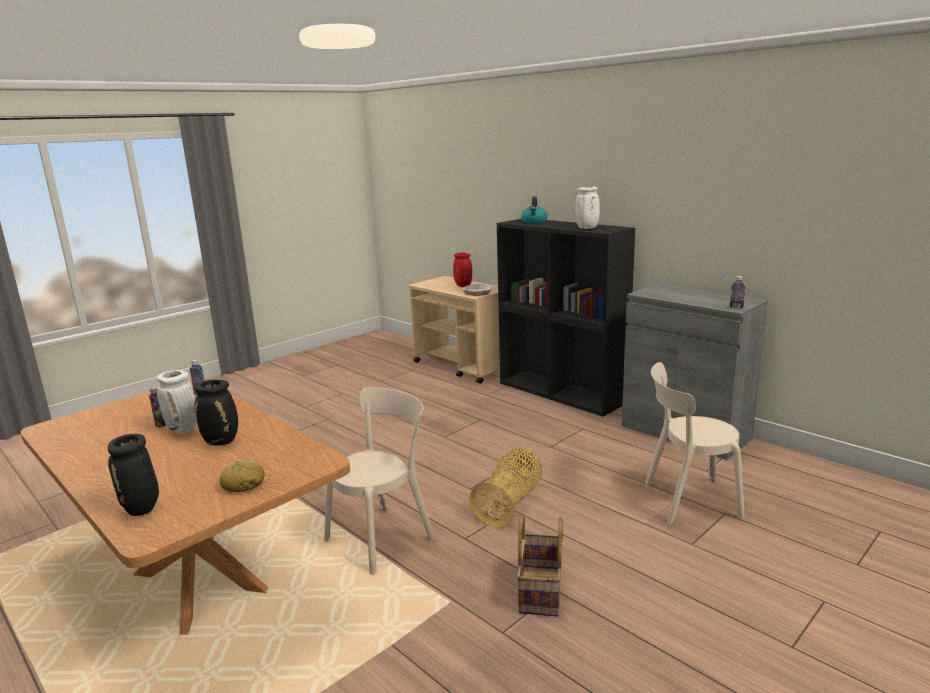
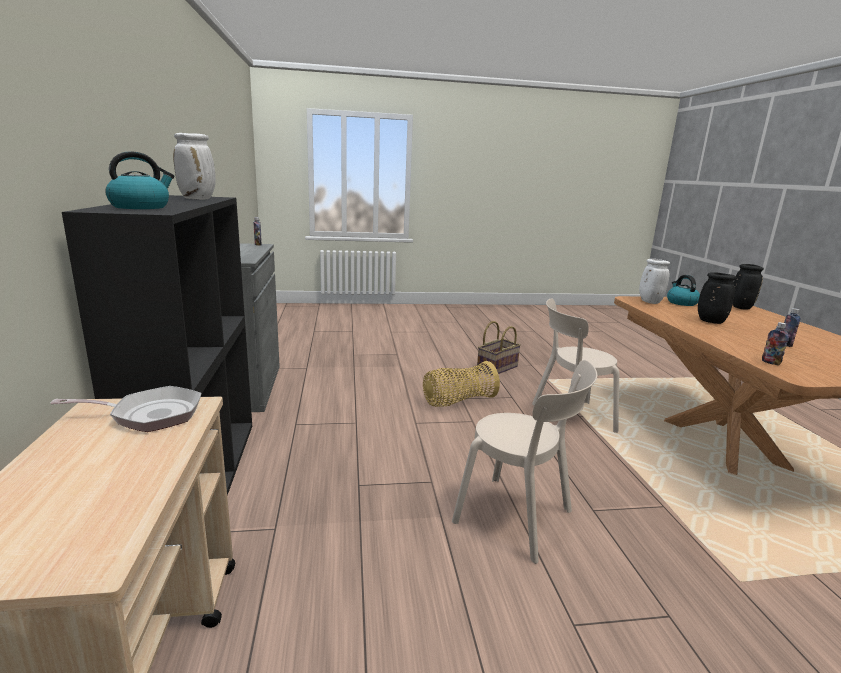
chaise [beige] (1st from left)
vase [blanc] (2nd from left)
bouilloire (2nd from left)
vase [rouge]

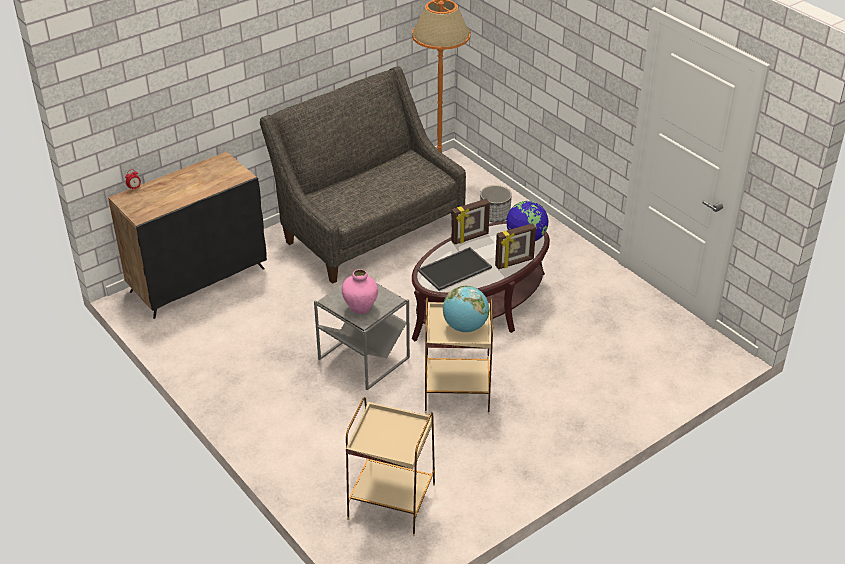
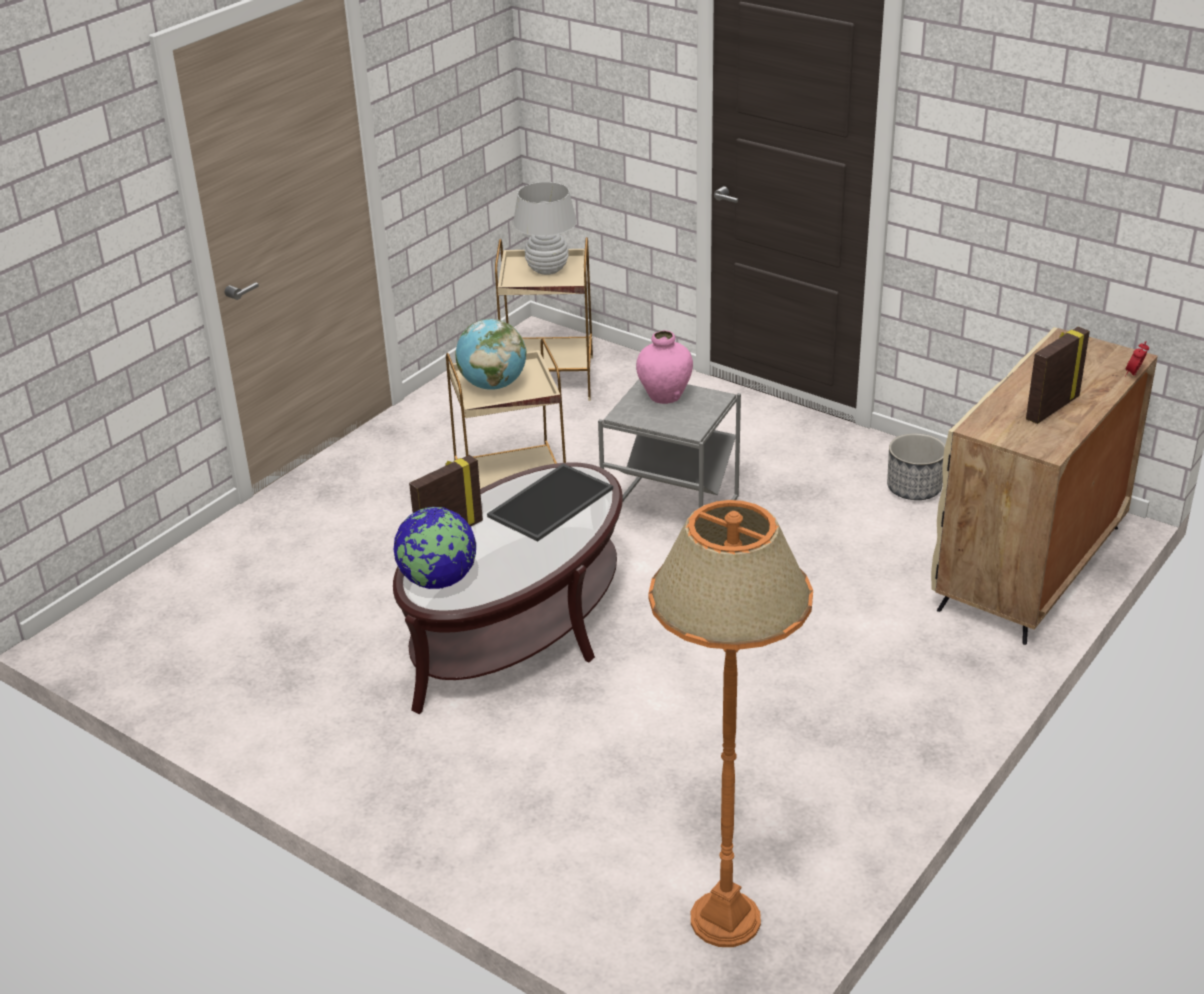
lampe de table [blanc]
cache-pot
meuble de rangement [beige]
cadre photo (2nd from left)
canapé [gris]

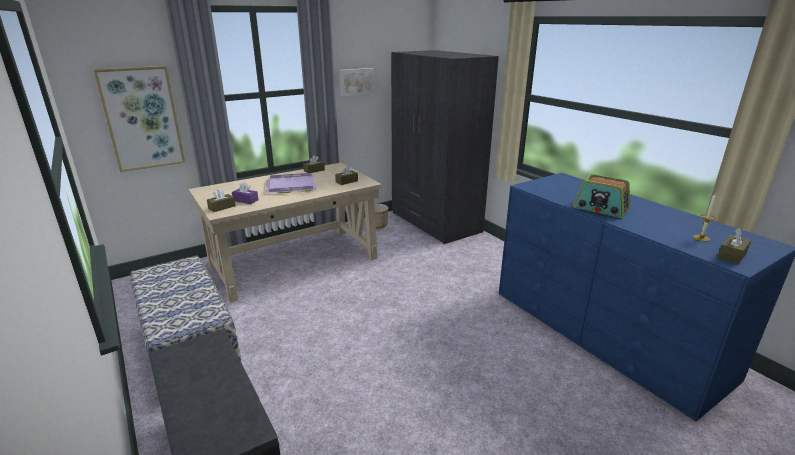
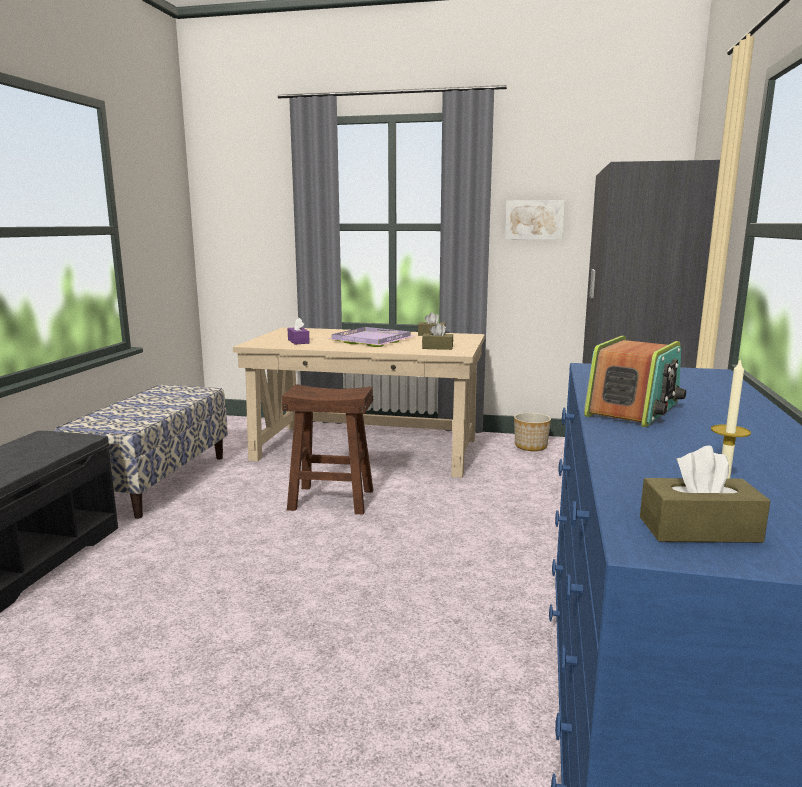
tabouret [marron]
radio
tableau (1st from left in the first image)
boîte à mouchoirs [marron] (1st from left in the first image)

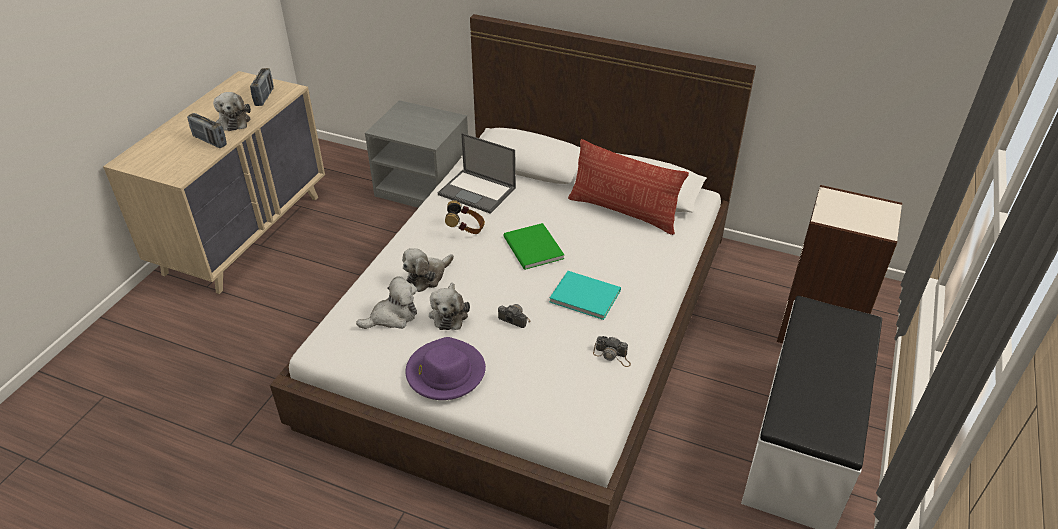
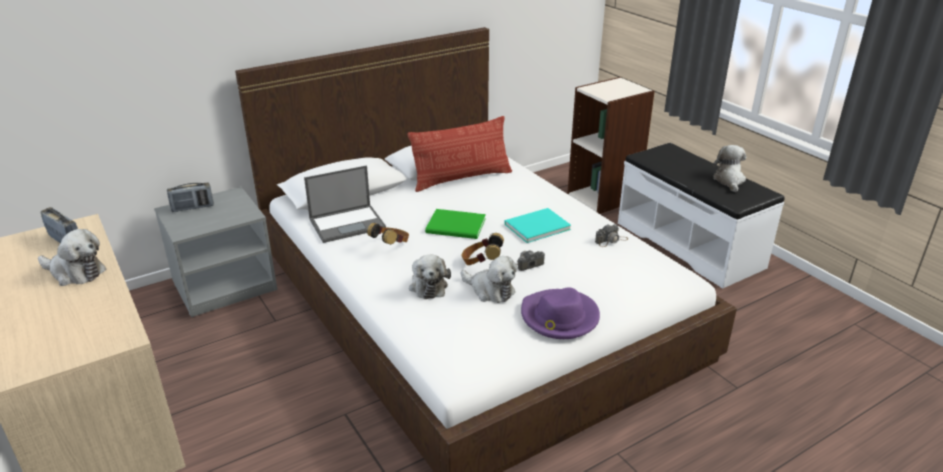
radio (2nd from left)
casque audio (2nd from left)
peluche (4th from left)

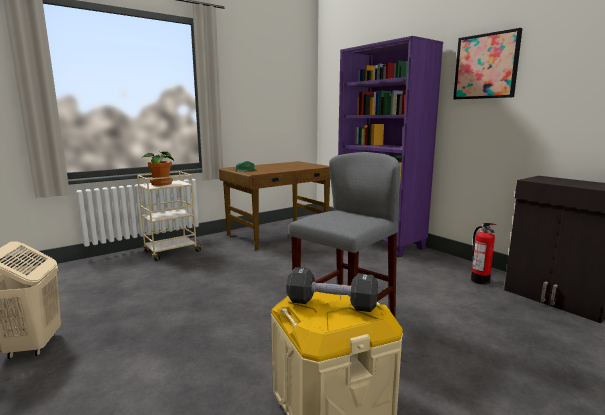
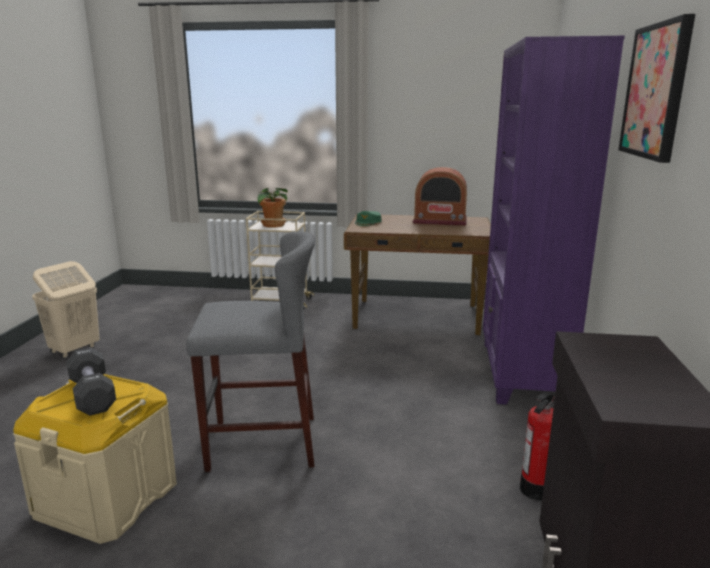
radio

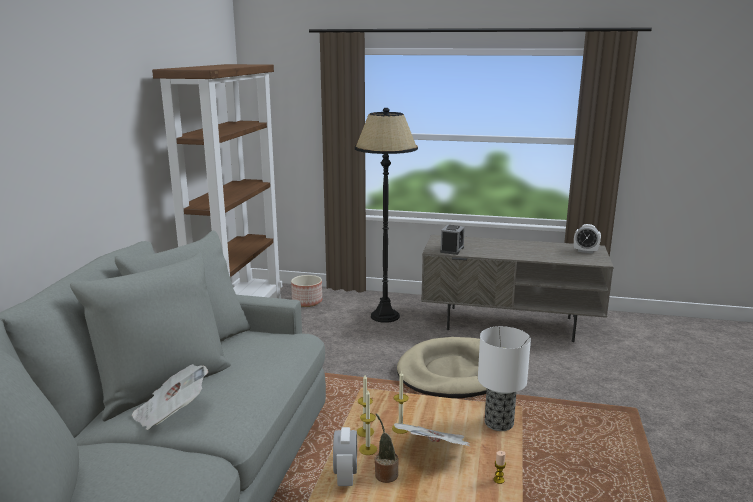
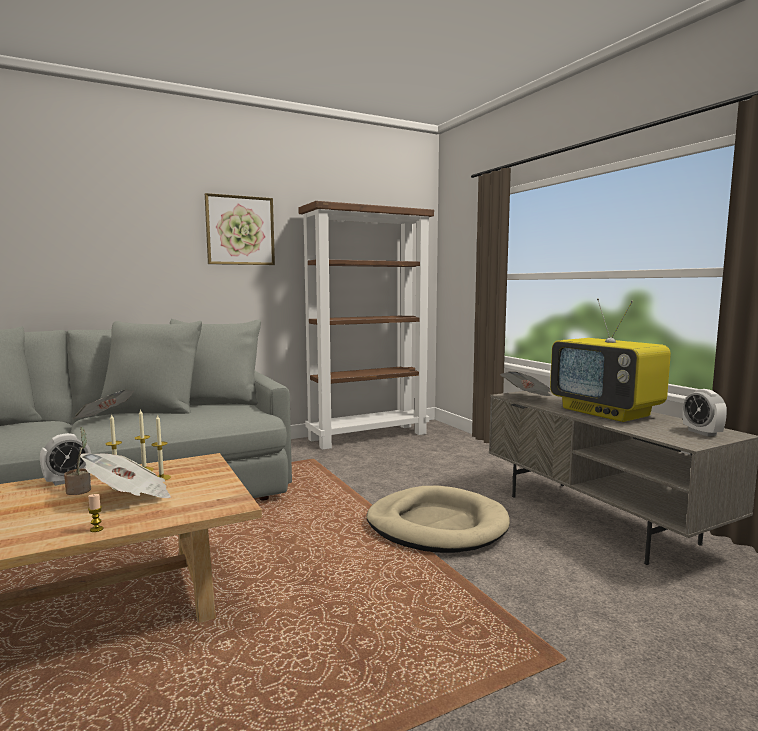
tableau
journal (3rd from left)
téléviseur
cache-pot
lampadaire [noir]
lampe de table

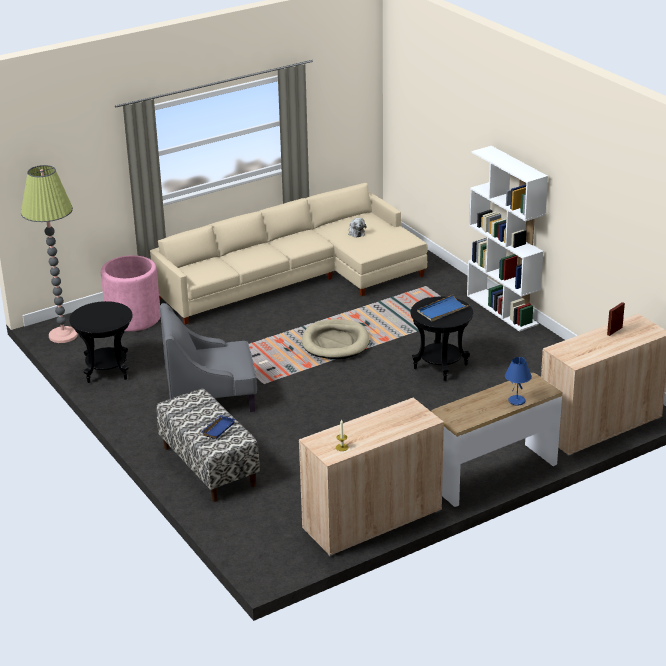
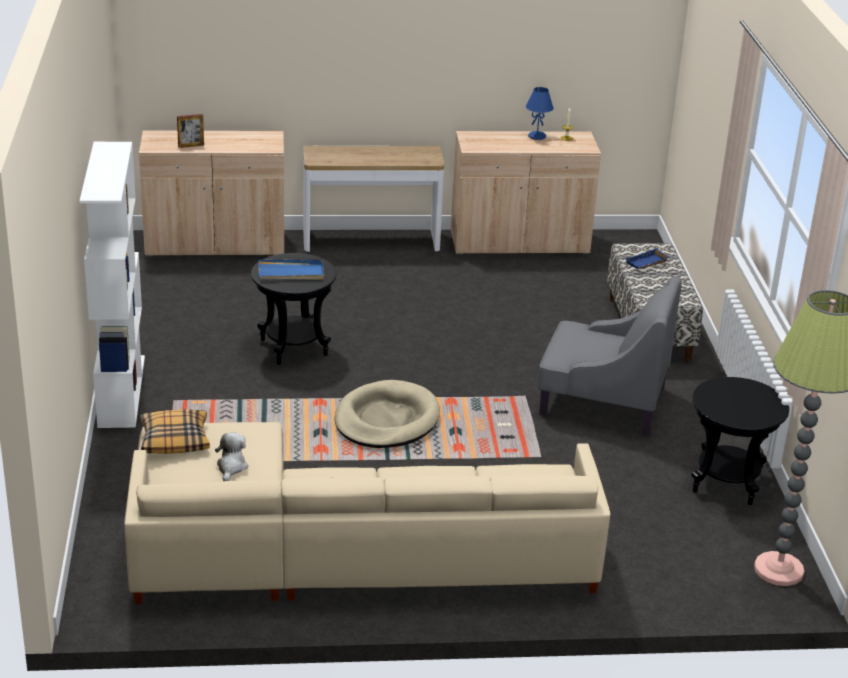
coussin
lampe de table [bleu]
cache-pot [rose]

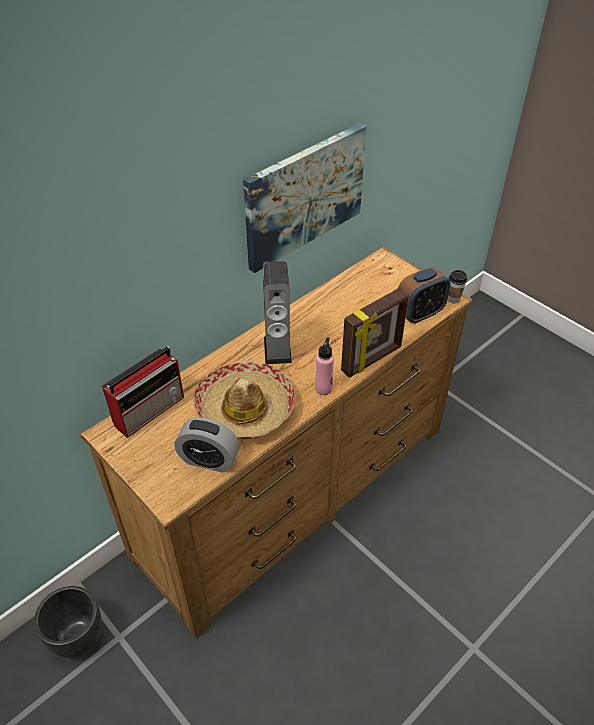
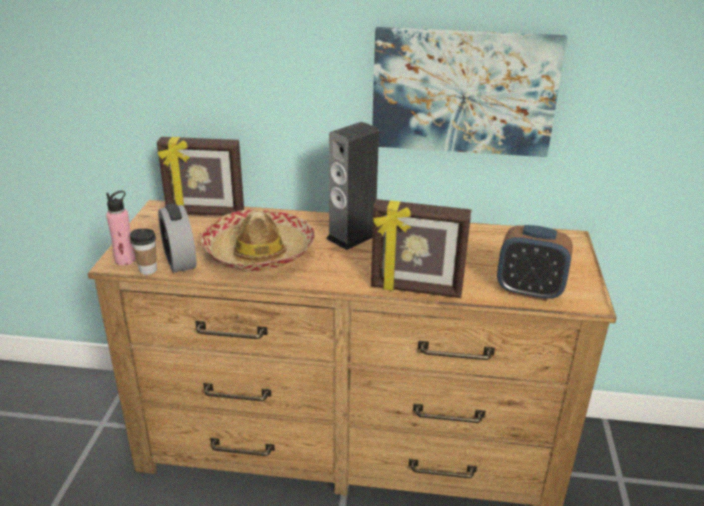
bouteille [rose]
tasse
cadre photo (1st from left)
cache-pot [noir]

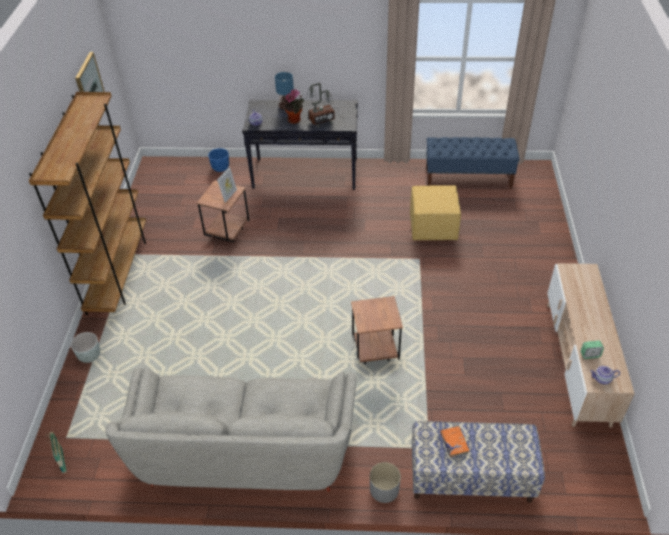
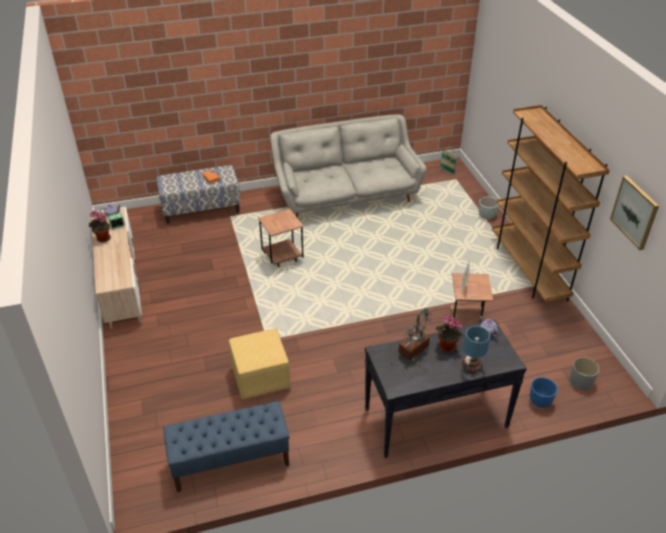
plante en pot (1st from left)
cache-pot [gris] (2nd from left)

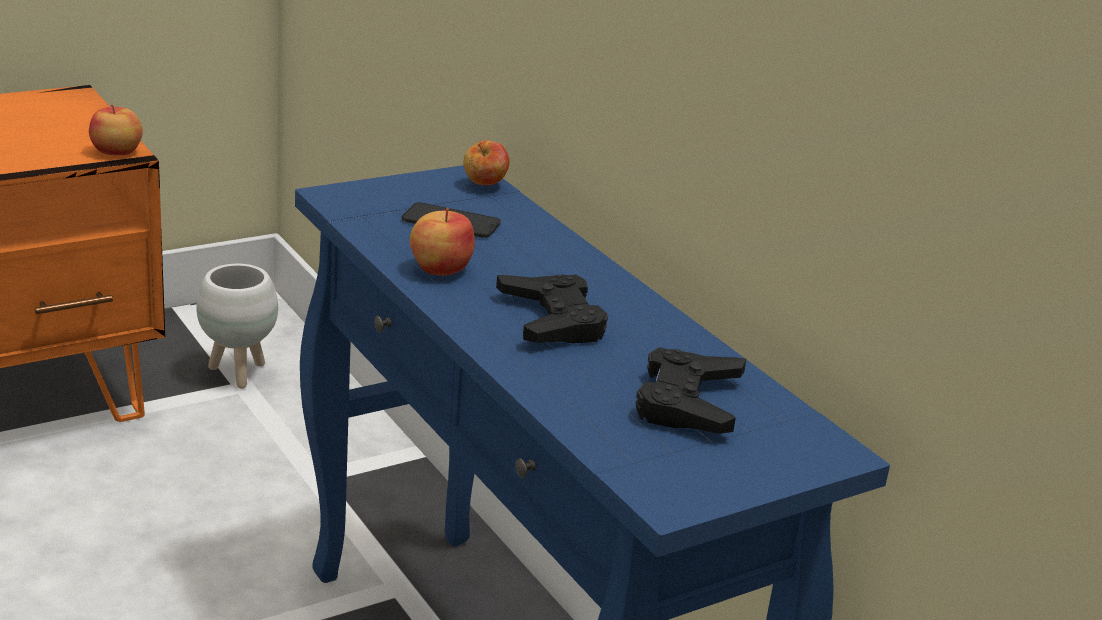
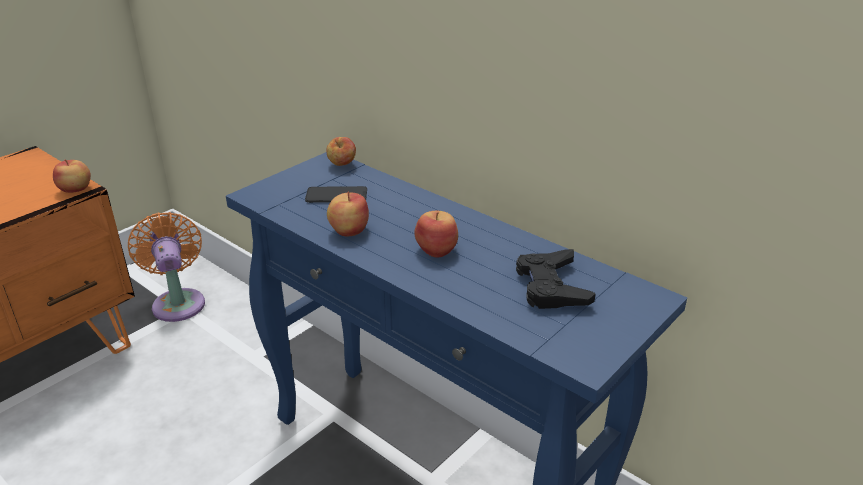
ventilateur [orange]
pomme (4th from left)

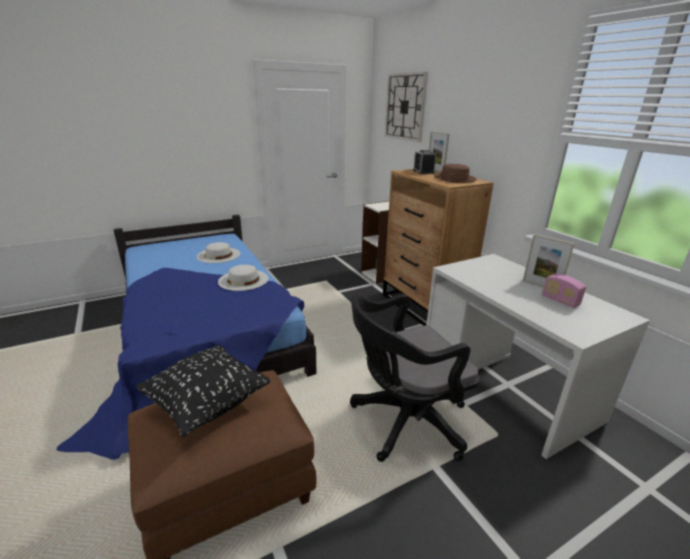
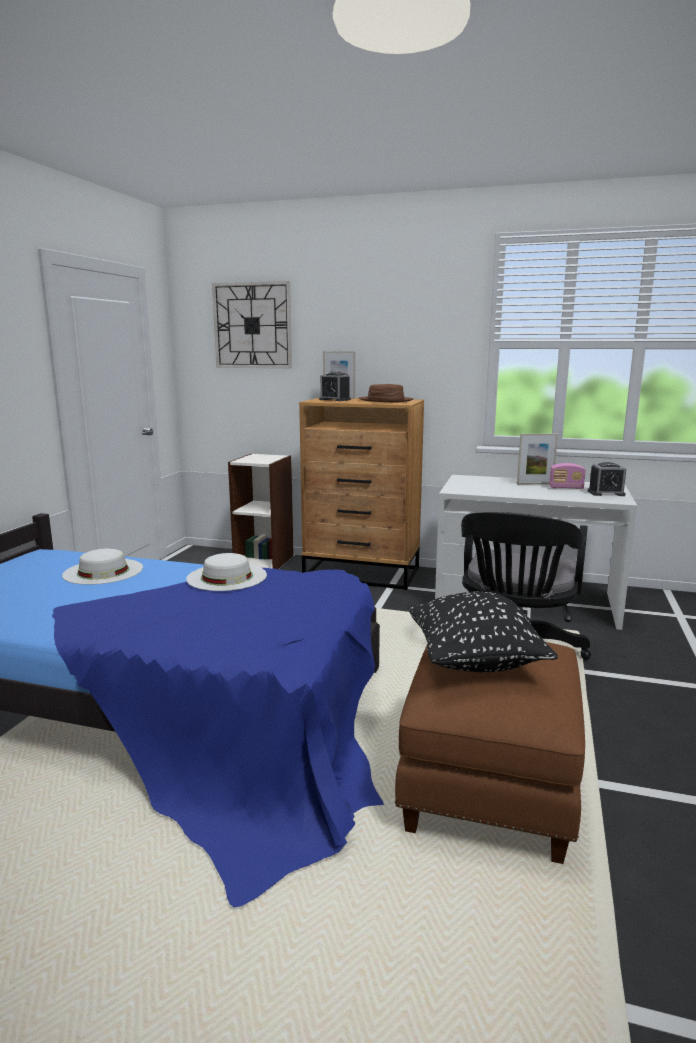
réveil (2nd from left)

